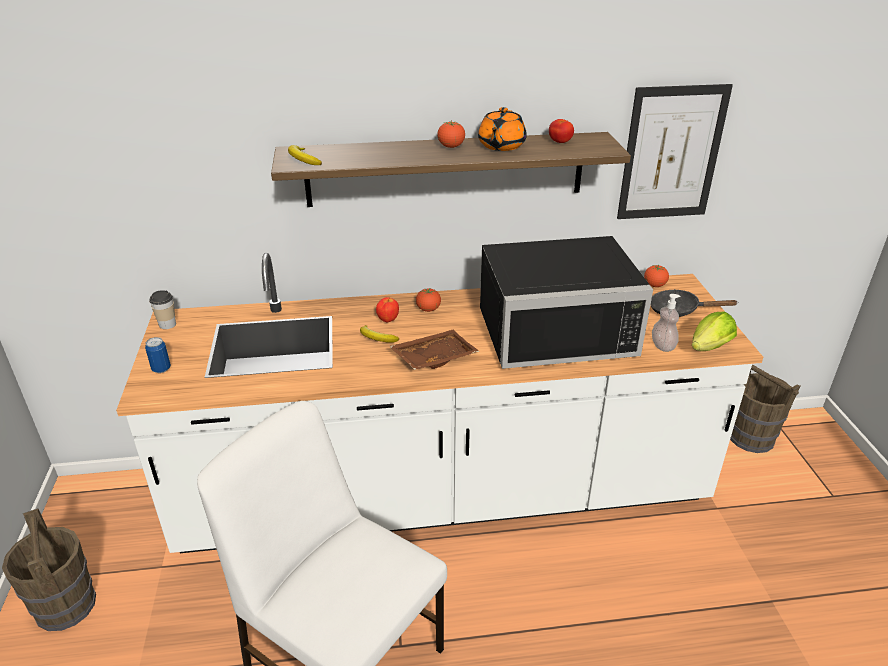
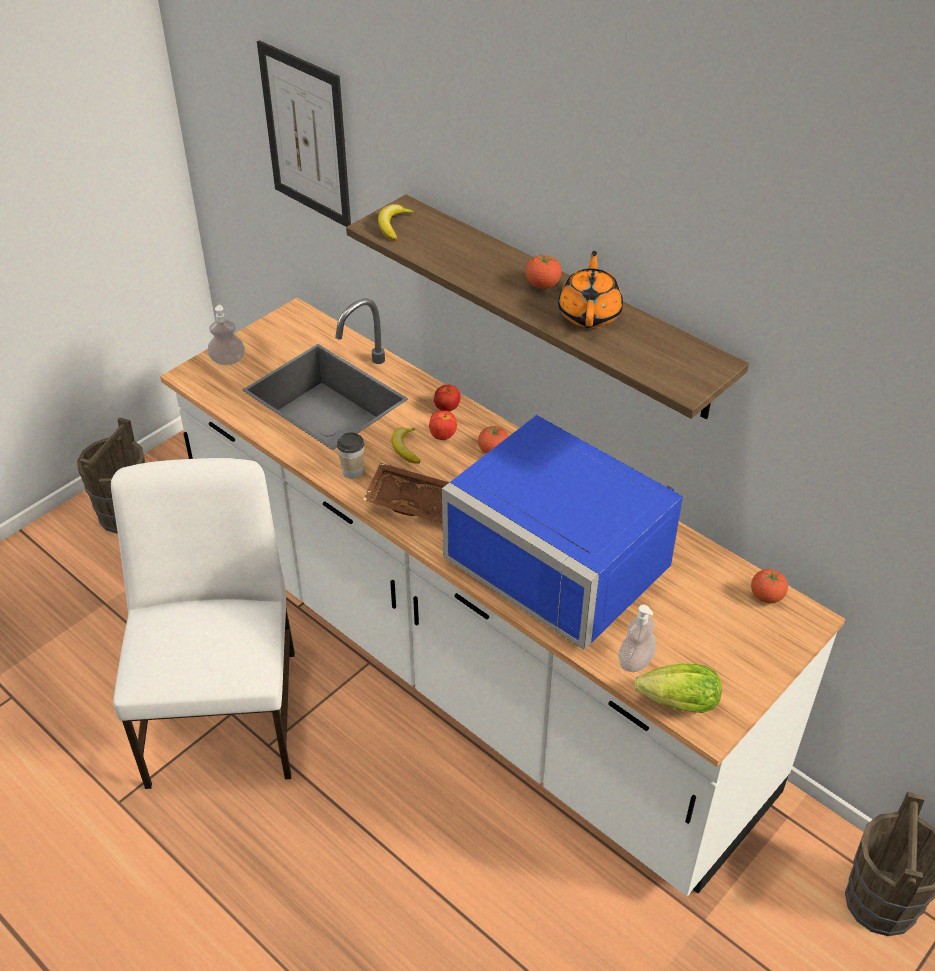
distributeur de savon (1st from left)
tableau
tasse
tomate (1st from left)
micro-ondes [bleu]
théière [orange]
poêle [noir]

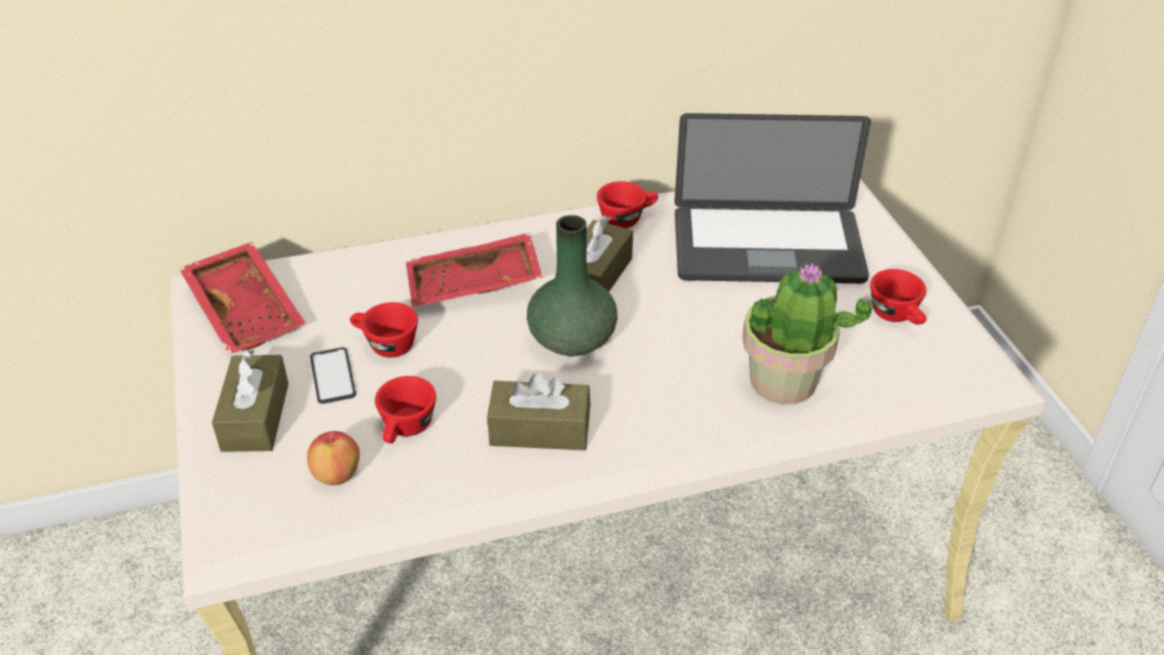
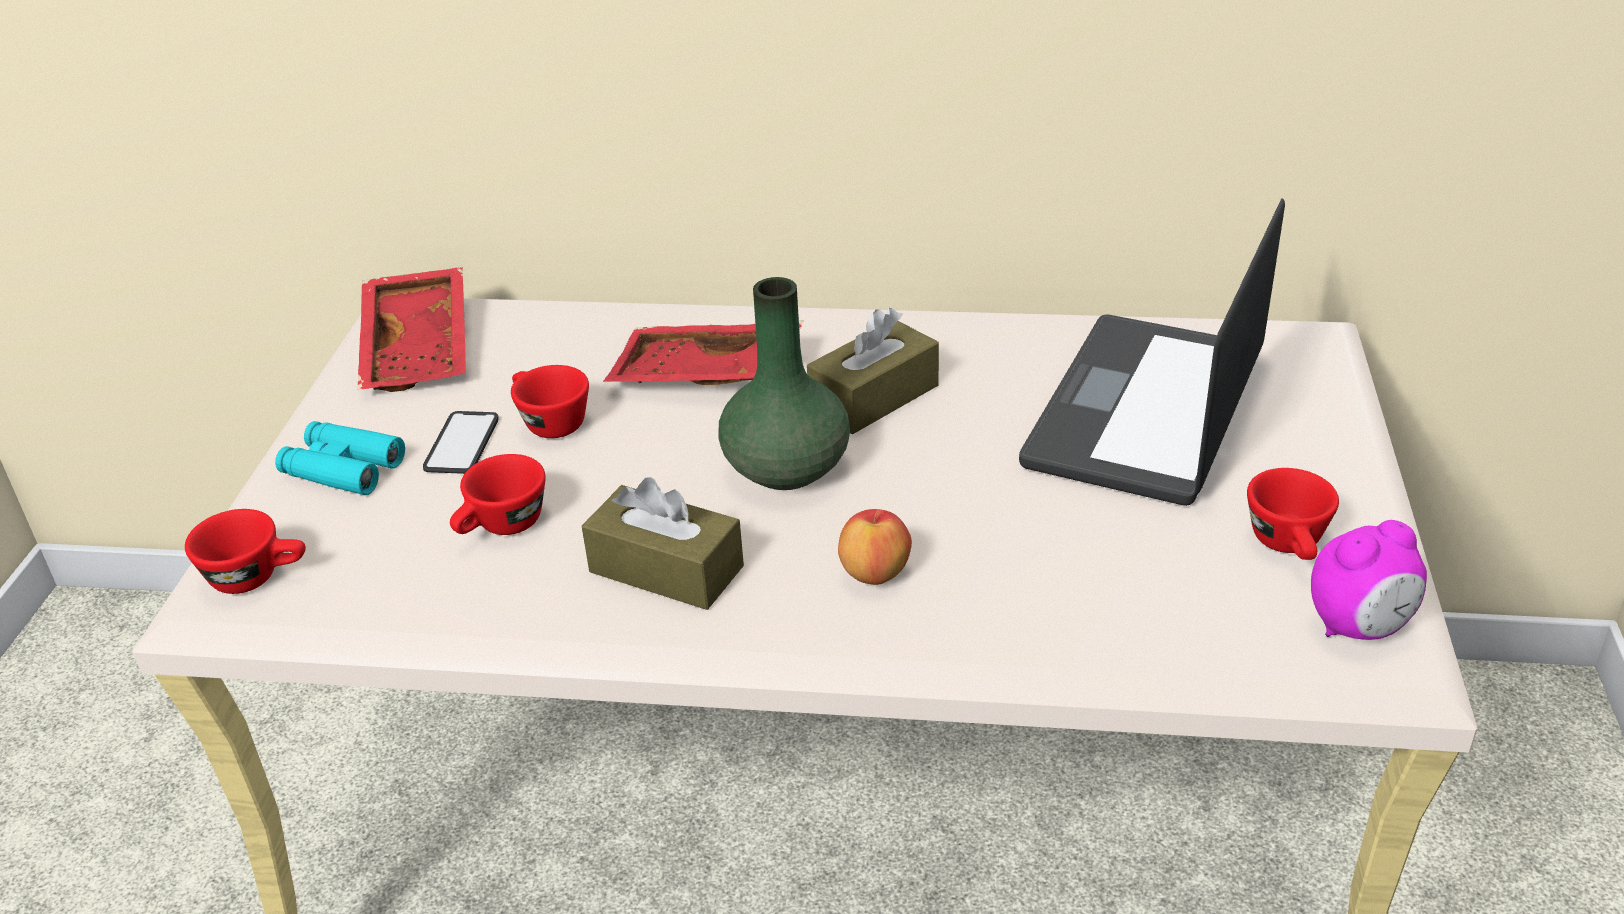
tasse [rouge] (1st from left)
jumelles [turquoise]
pomme
ordinateur portable
réveil
plante en pot

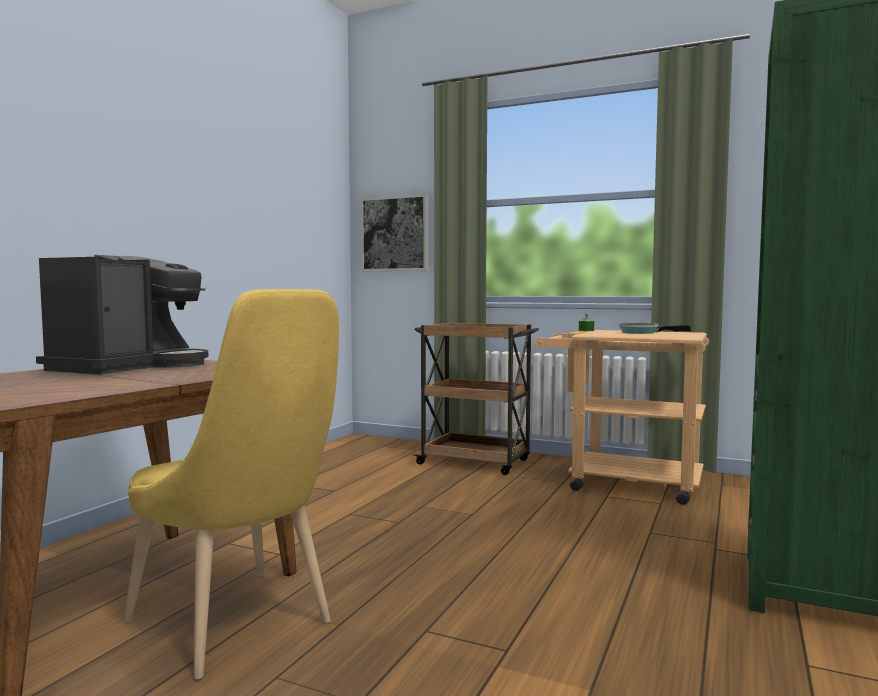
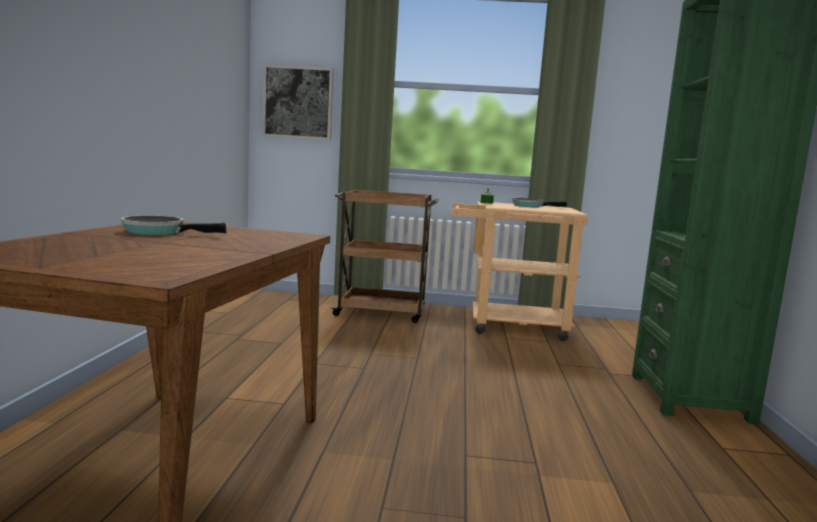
poêle (1st from left)
chaise [jaune]

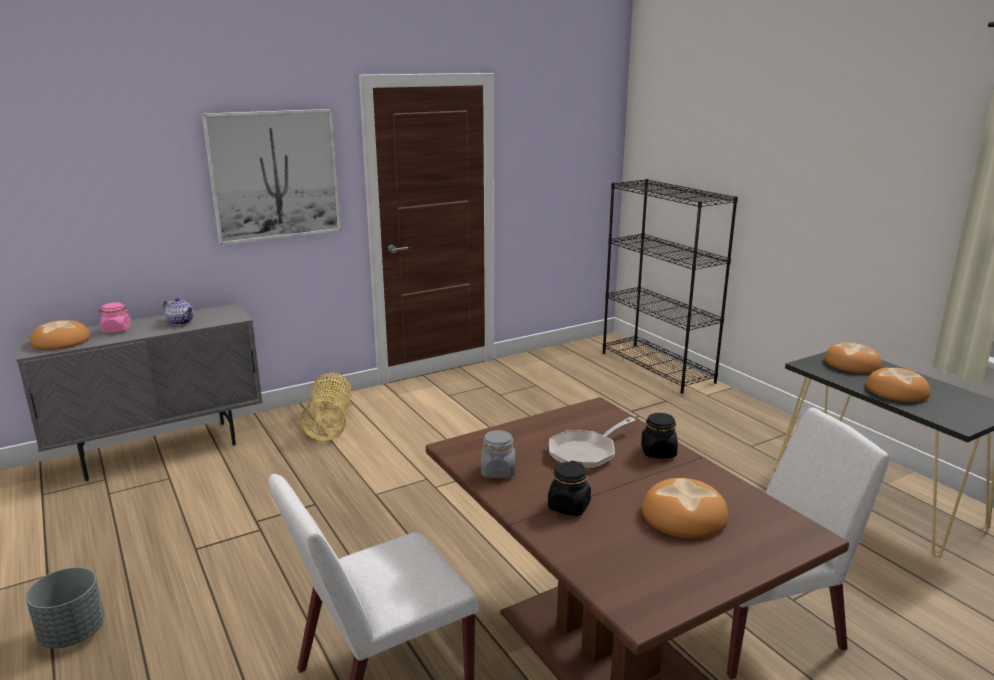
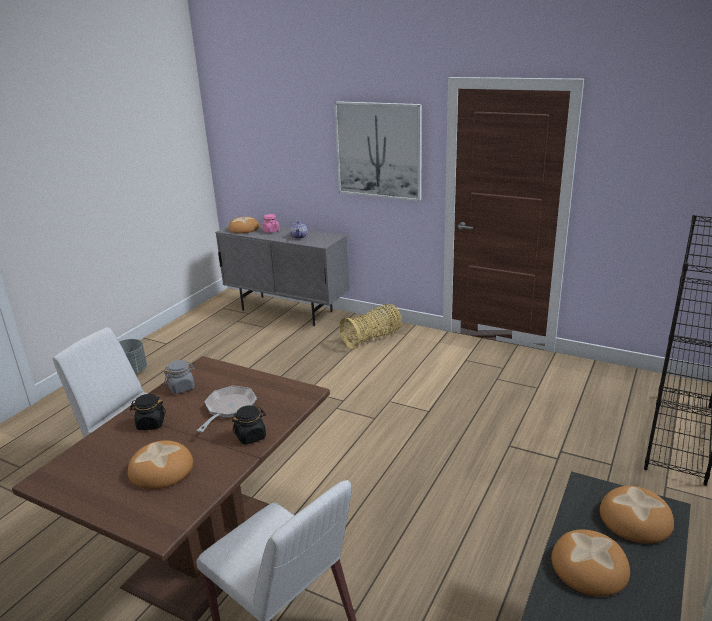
poêle

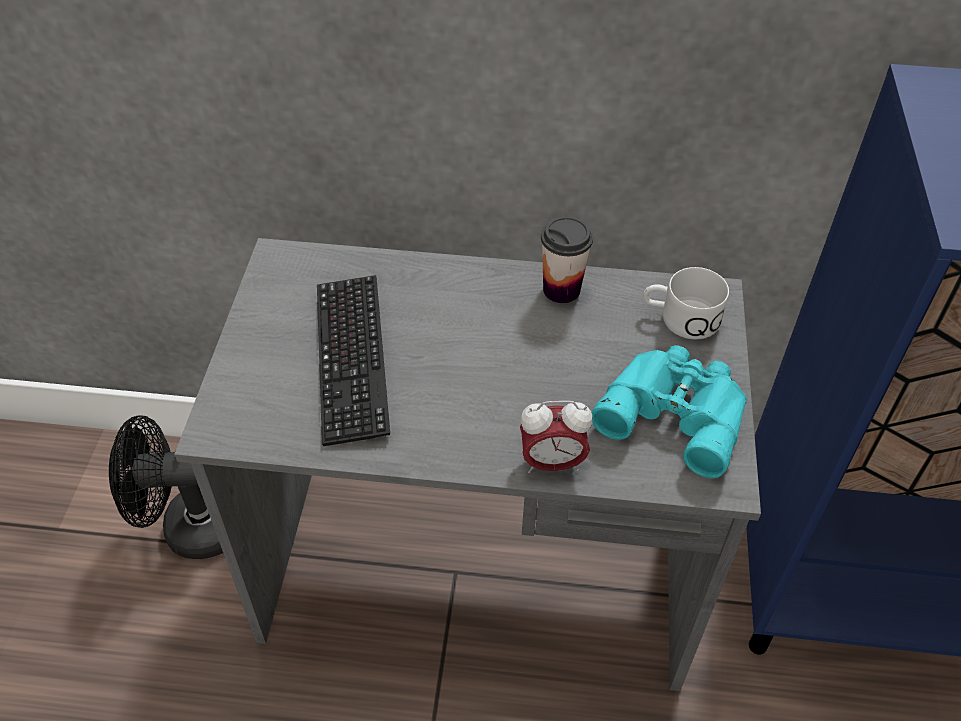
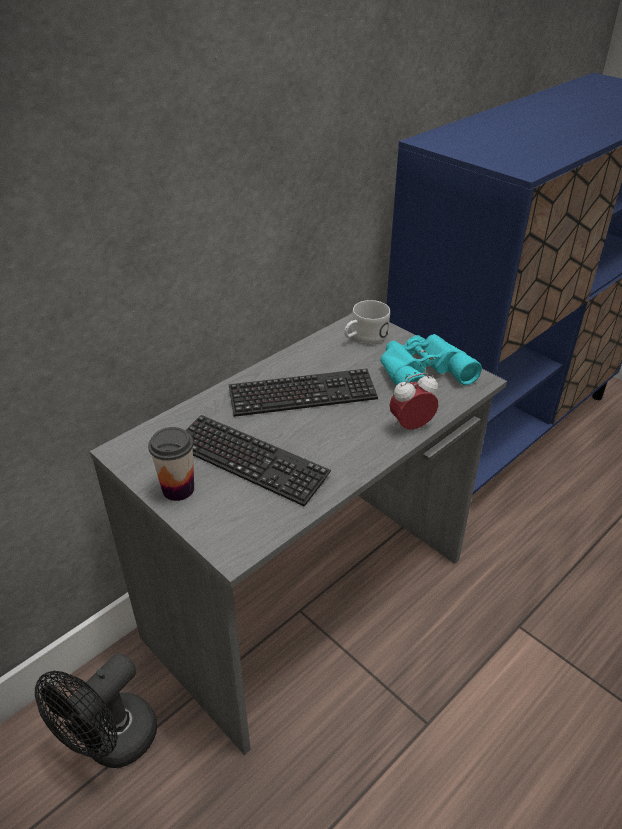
tasse
clavier (2nd from left)
réveil

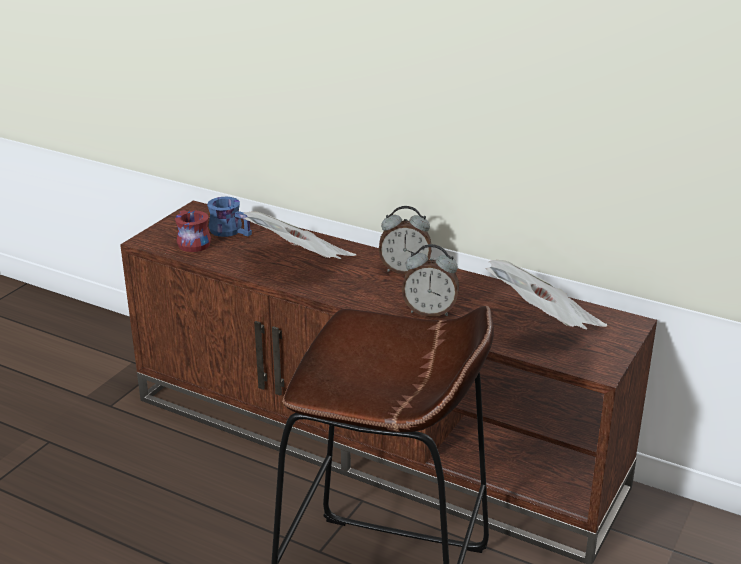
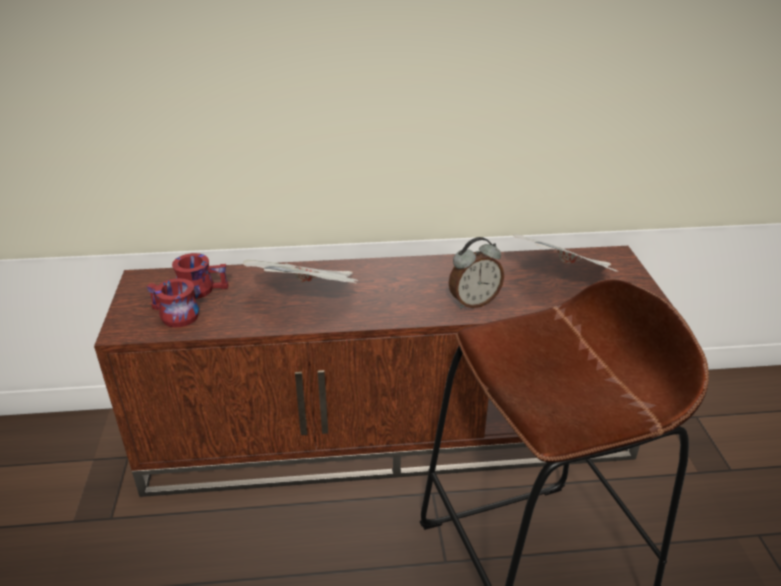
mug [rouge] (2nd from left)
réveil (1st from left in the first image)

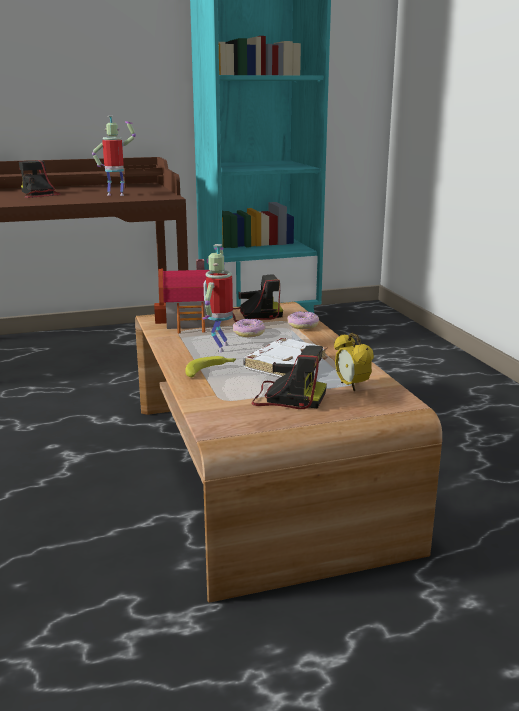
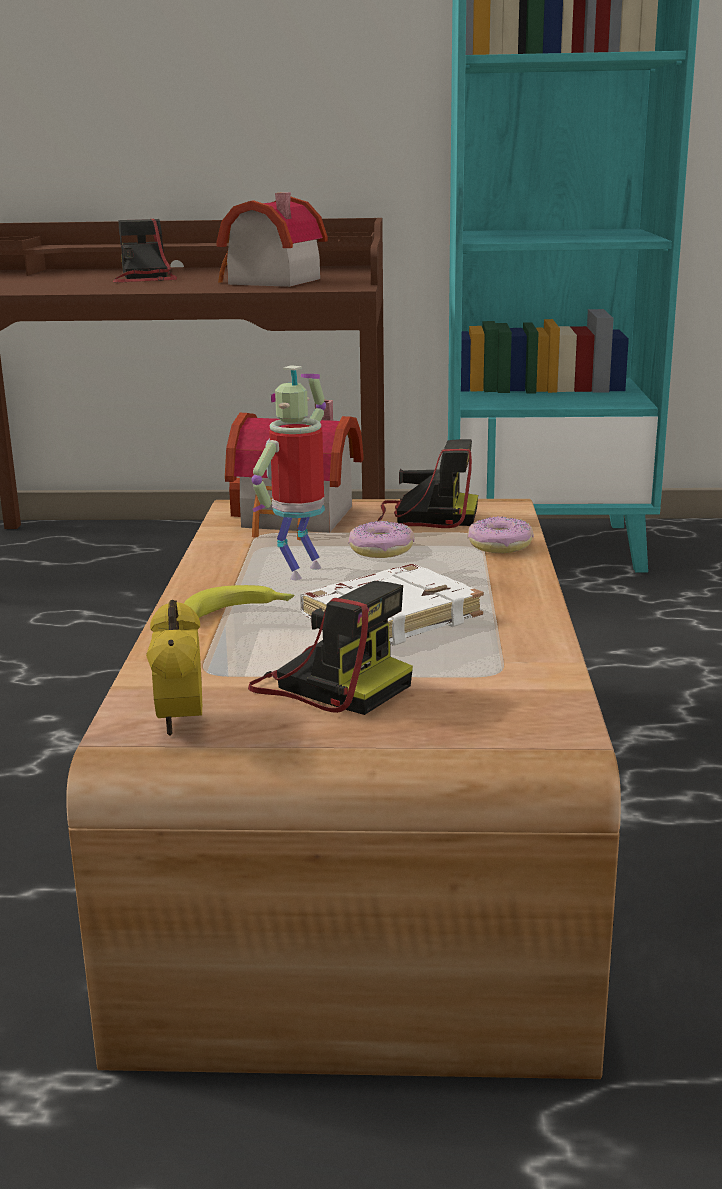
réveil
maison miniature (1st from left)

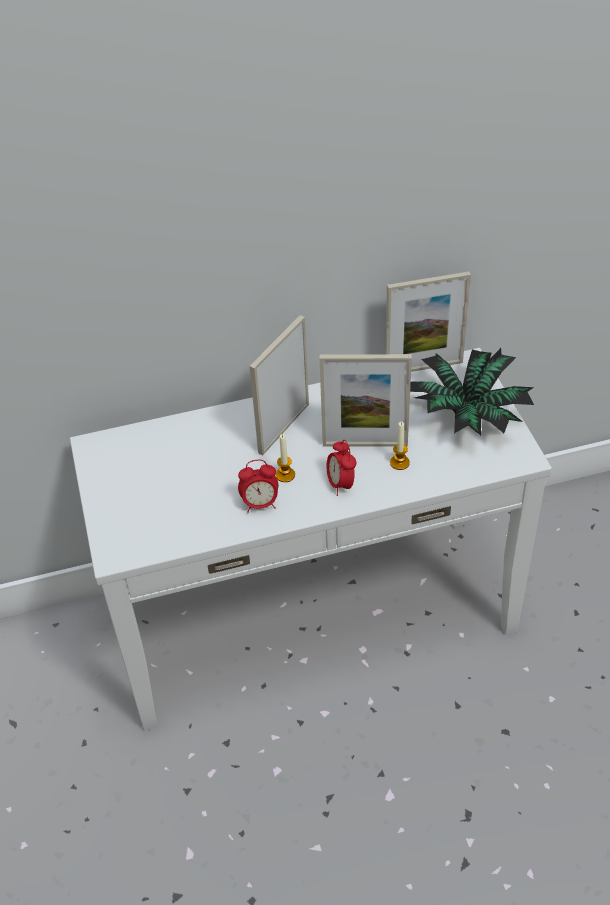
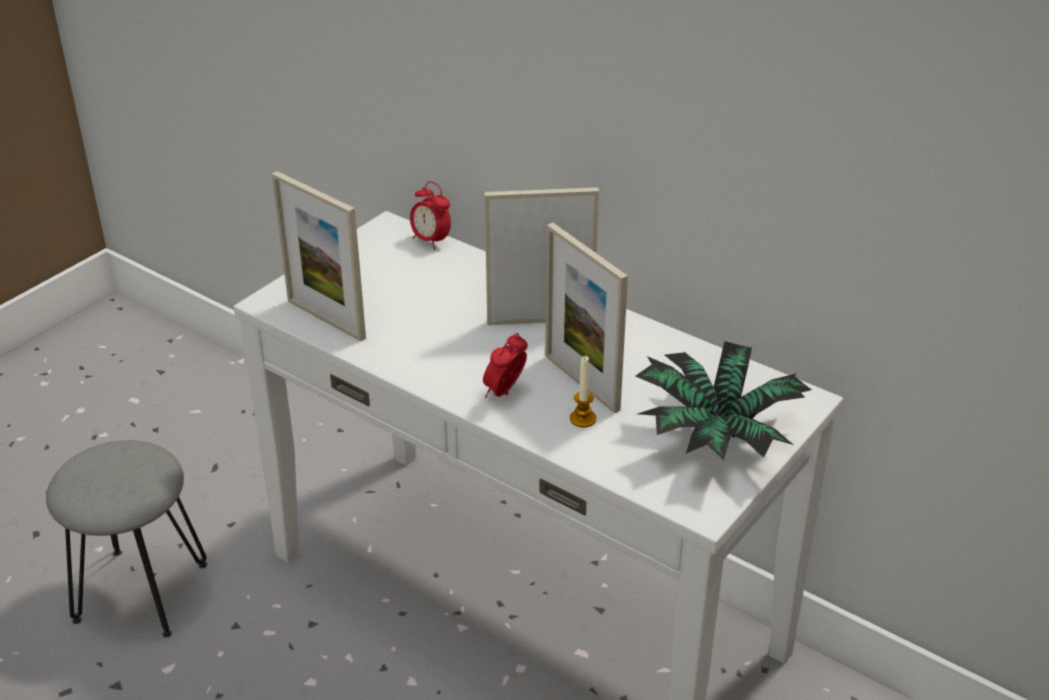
tabouret [gris]
cadre photo (1st from left)
réveil (1st from left)
bougie (1st from left in the first image)

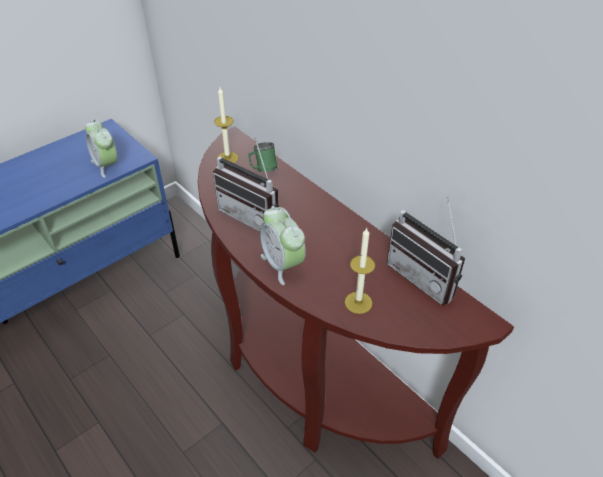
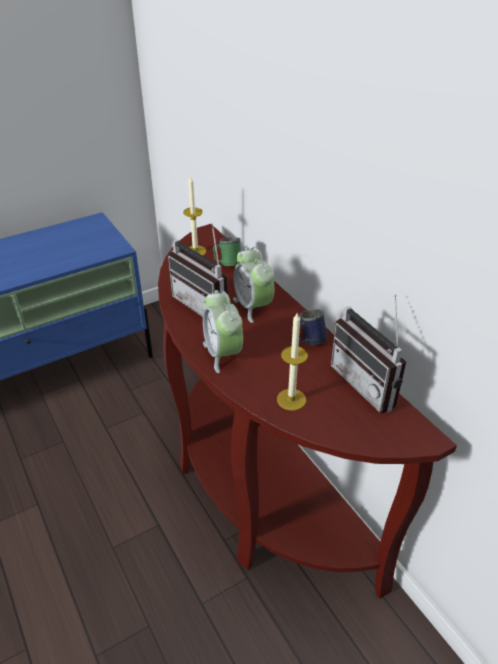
réveil (2nd from left)
mug [bleu]

